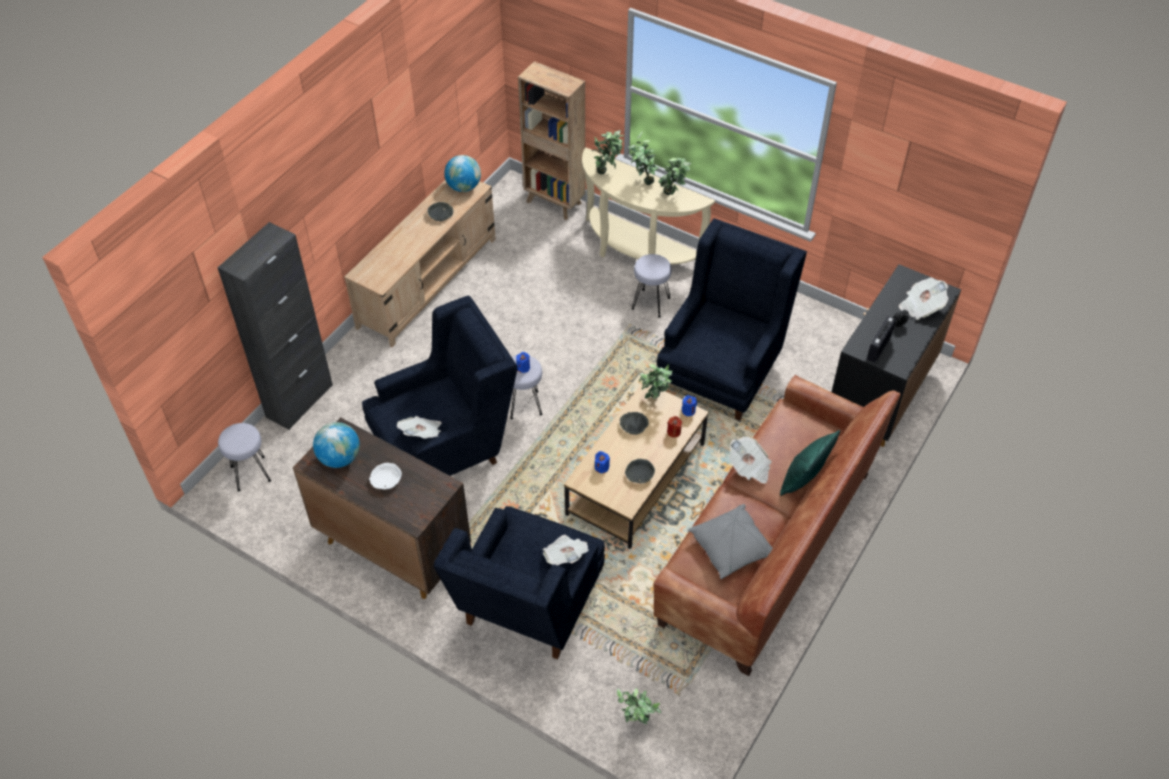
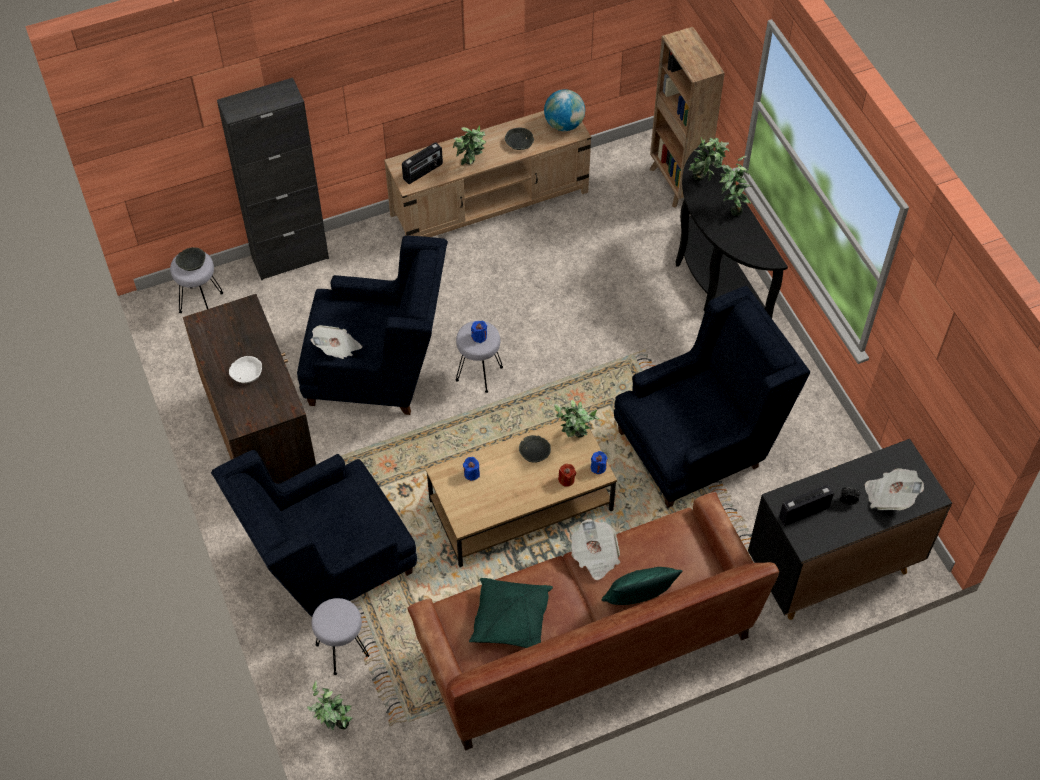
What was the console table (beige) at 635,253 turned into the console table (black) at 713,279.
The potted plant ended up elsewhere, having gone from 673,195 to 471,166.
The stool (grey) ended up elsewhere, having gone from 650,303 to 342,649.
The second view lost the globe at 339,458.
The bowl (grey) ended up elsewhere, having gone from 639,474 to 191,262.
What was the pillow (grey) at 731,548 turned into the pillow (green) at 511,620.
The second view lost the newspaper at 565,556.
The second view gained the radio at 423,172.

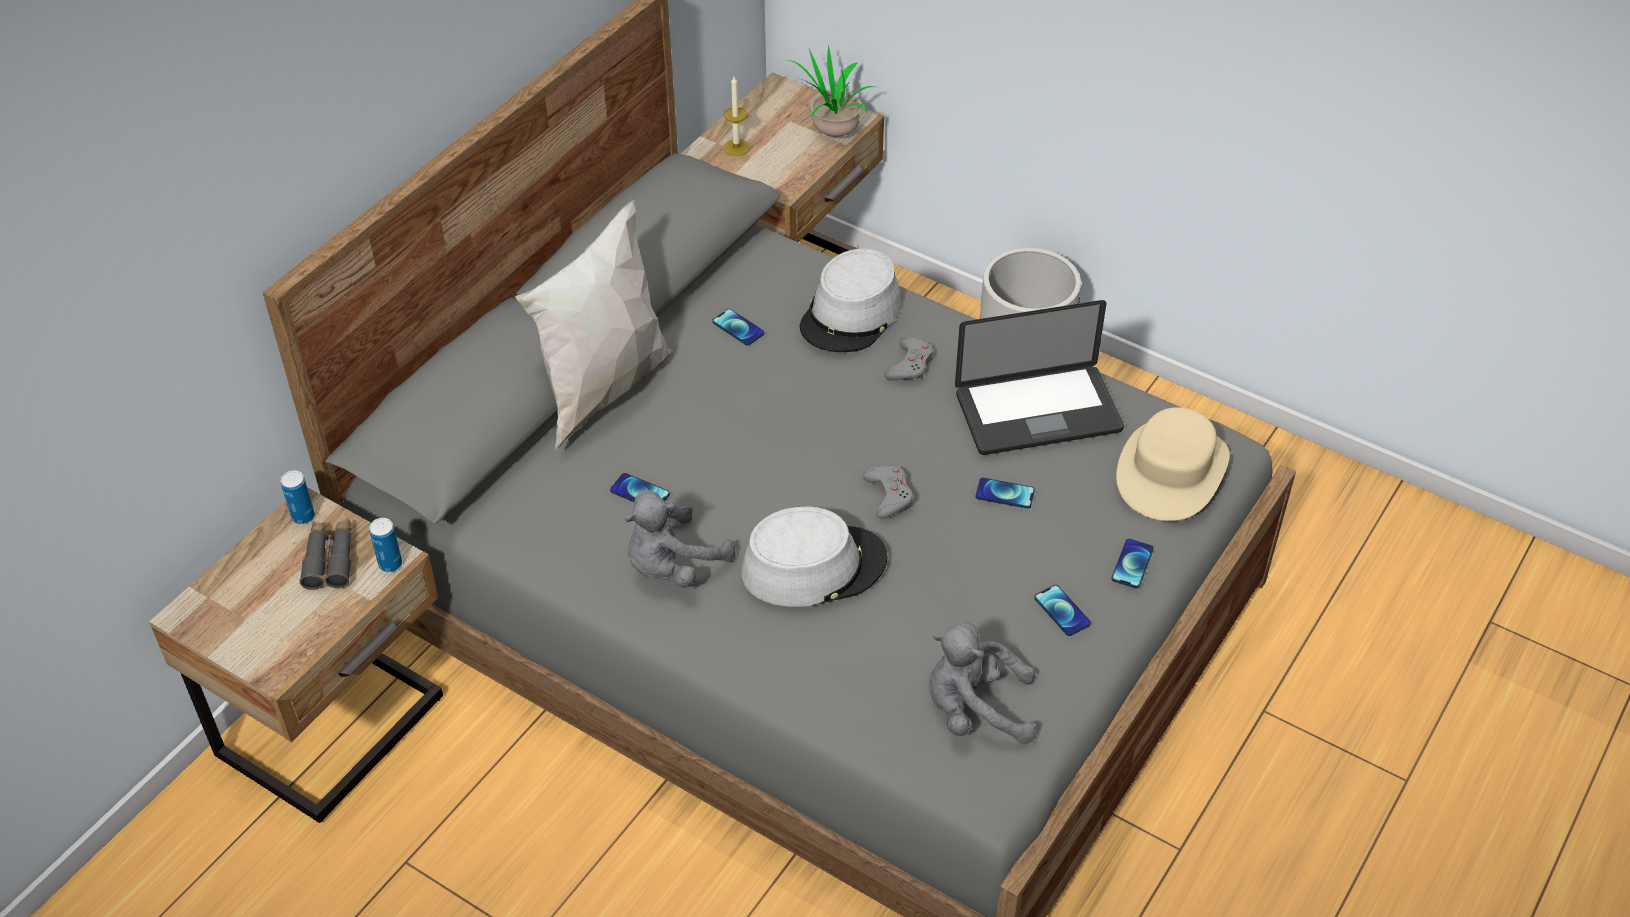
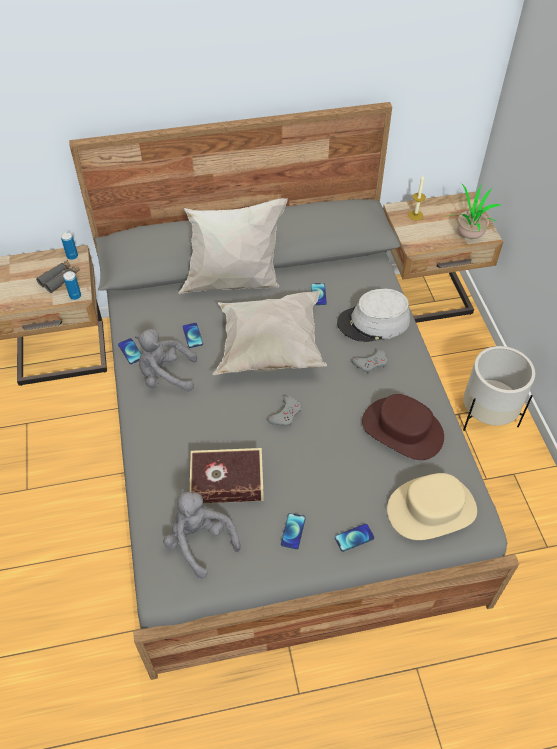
Where the laptop stood at 1038,412, the hat (brown) came to stand at 402,429.
The phone ended up elsewhere, having gone from 1004,494 to 130,351.
The second view lost the hat (grey) at 813,566.
The second view gained the pillow (white) at 269,350.
The second view gained the book at 227,481.

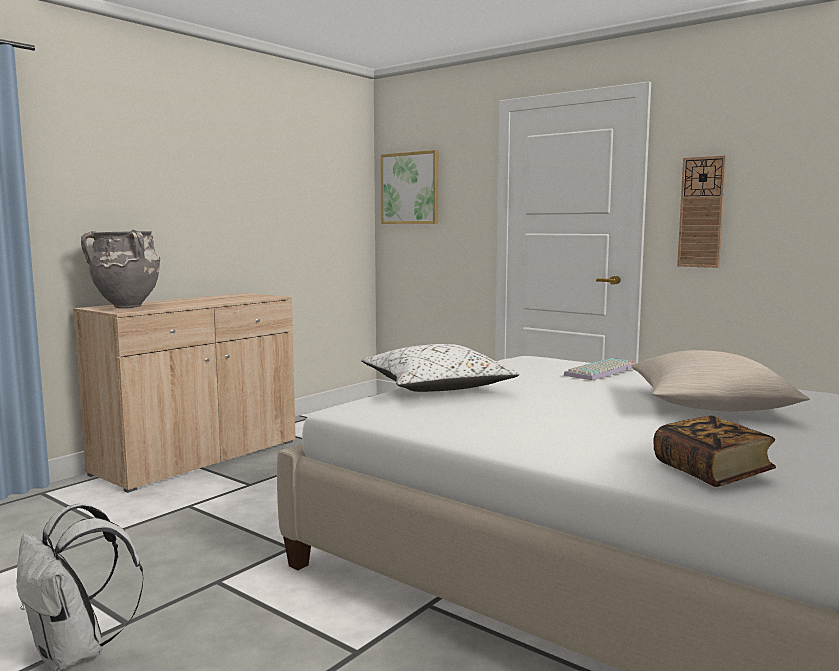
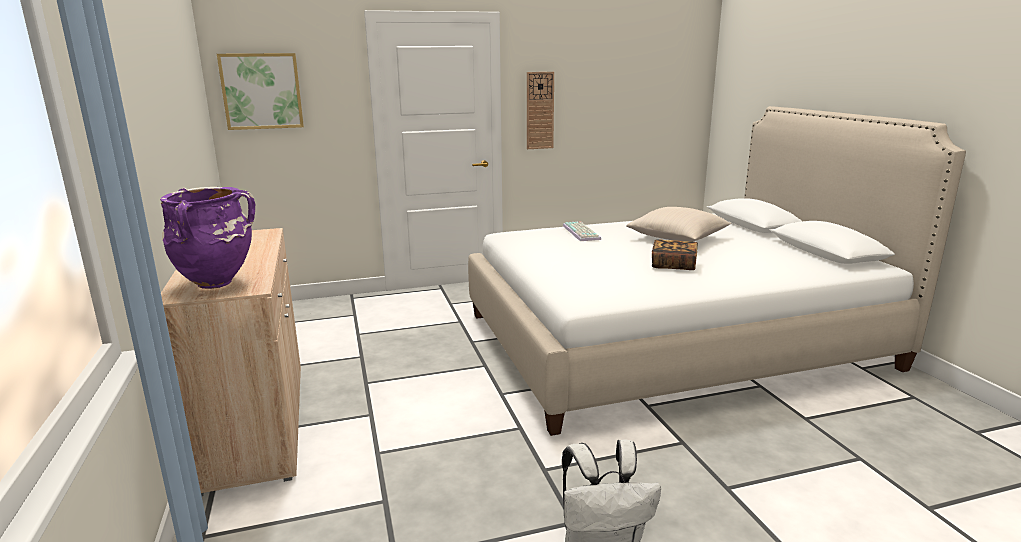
What was the vase (grey) at 127,307 turned into the vase (purple) at 217,284.
The second view lost the pillow (white) at 437,388.
The book ended up elsewhere, having gone from 711,472 to 673,265.

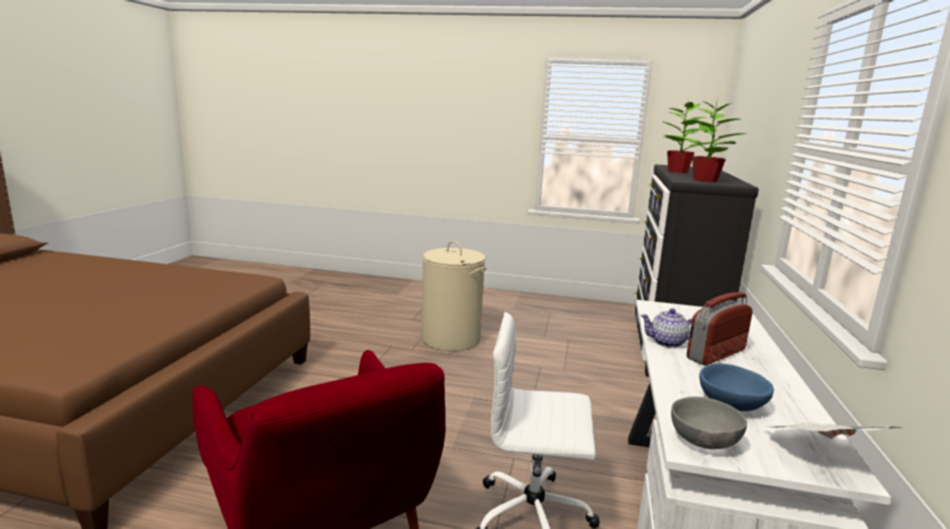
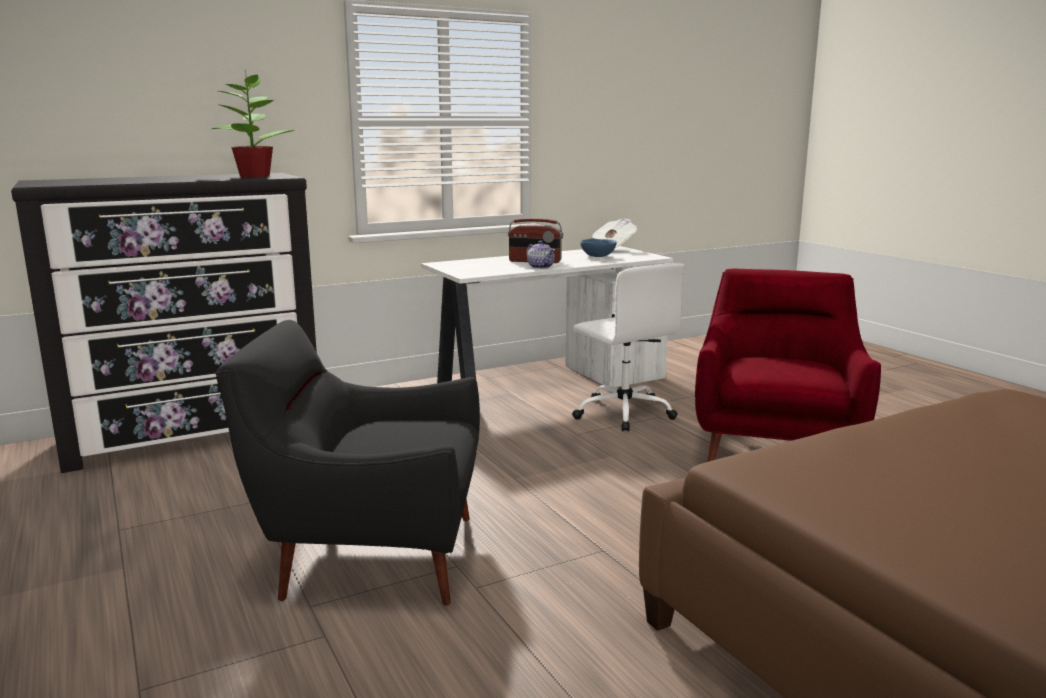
The second view lost the potted plant at 678,171.
Where the laundry basket (beige) stood at 451,339, the armchair (black) came to stand at 370,556.
The second view lost the bowl (grey) at 703,443.

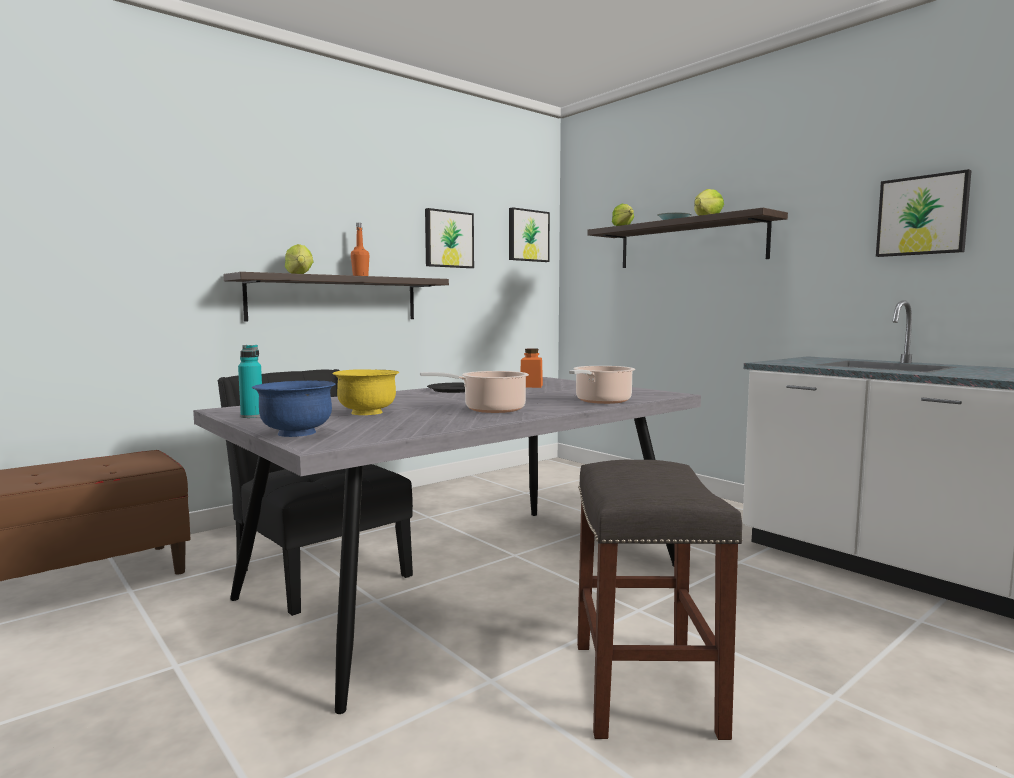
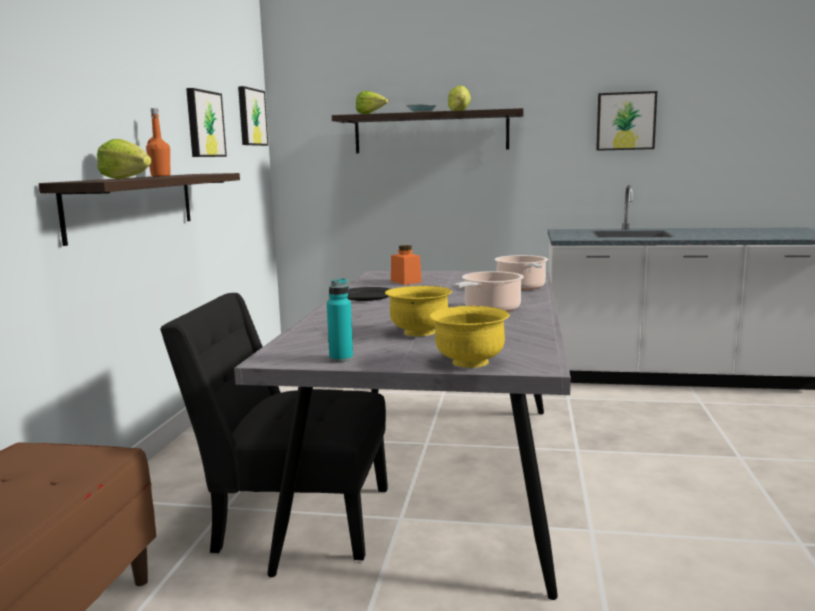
What was the bowl (blue) at 296,433 turned into the bowl (yellow) at 469,362.
The second view lost the stool (grey) at 646,689.

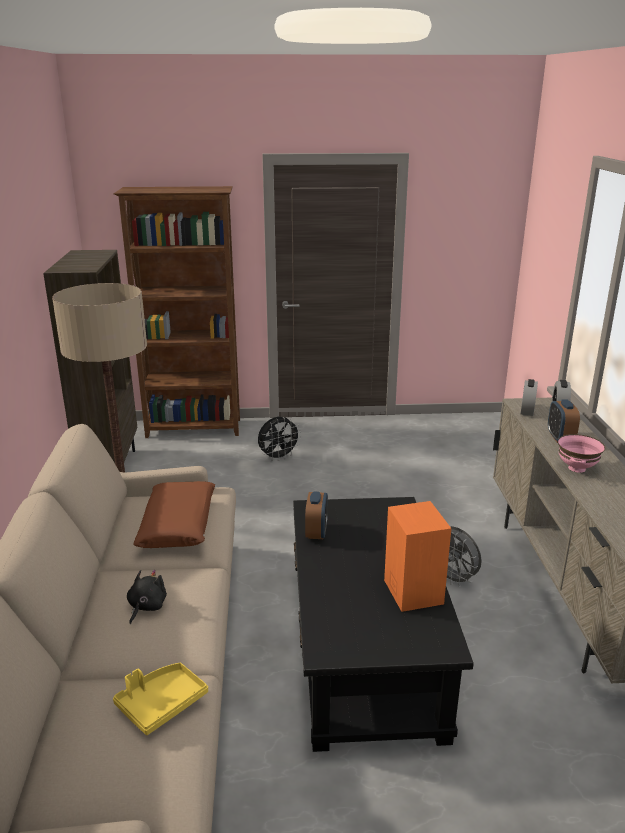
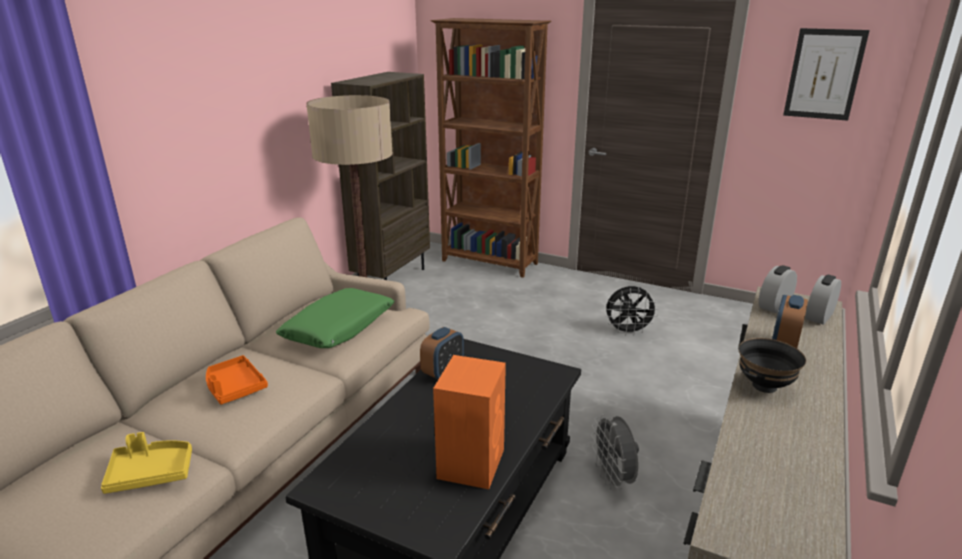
The fan (black) ended up elsewhere, having gone from 278,457 to 628,331.
What was the bowl (pink) at 577,468 turned into the bowl (black) at 765,386.
What was the pillow (brown) at 178,524 turned into the pillow (green) at 339,328.
Where the plush toy (black) stood at 146,607, the tray (orange) came to stand at 234,387.
The second view gained the picture at 824,74.

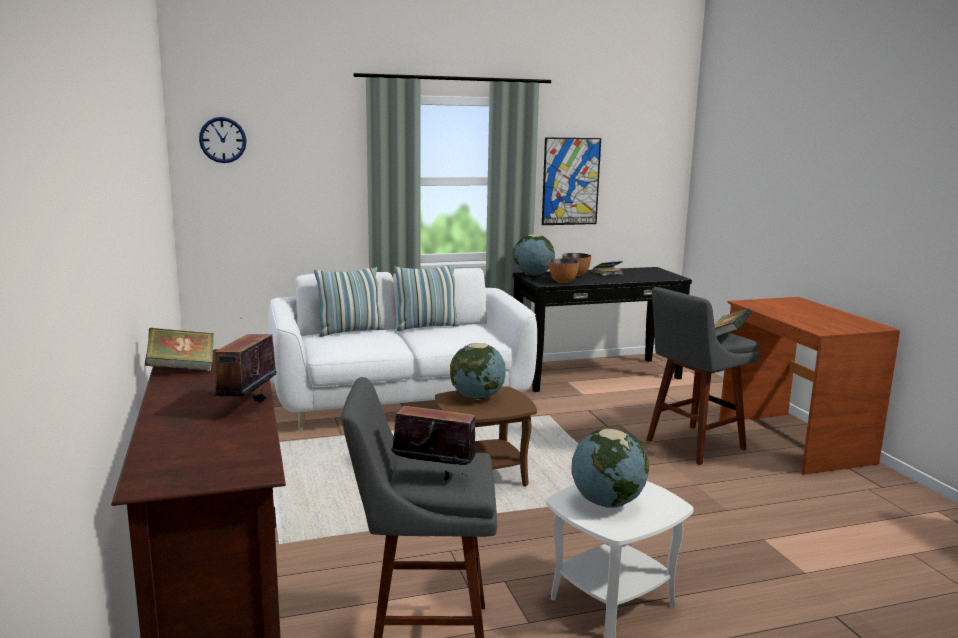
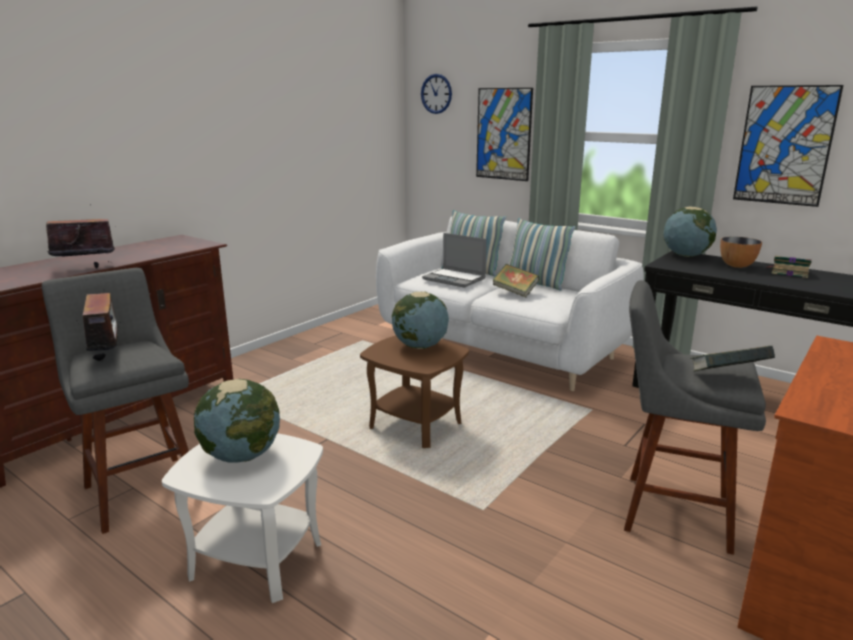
The second view lost the bowl at 562,281.
The book ended up elsewhere, having gone from 182,369 to 515,292.
The second view gained the picture at 503,134.
The second view gained the laptop at 455,279.

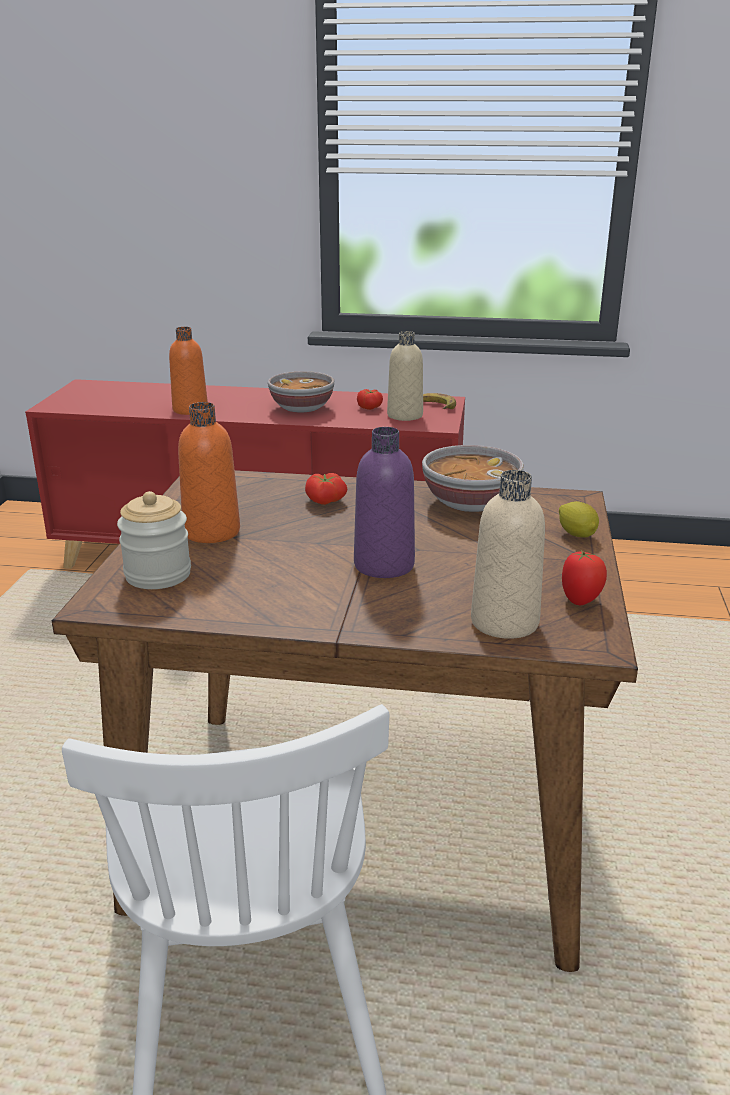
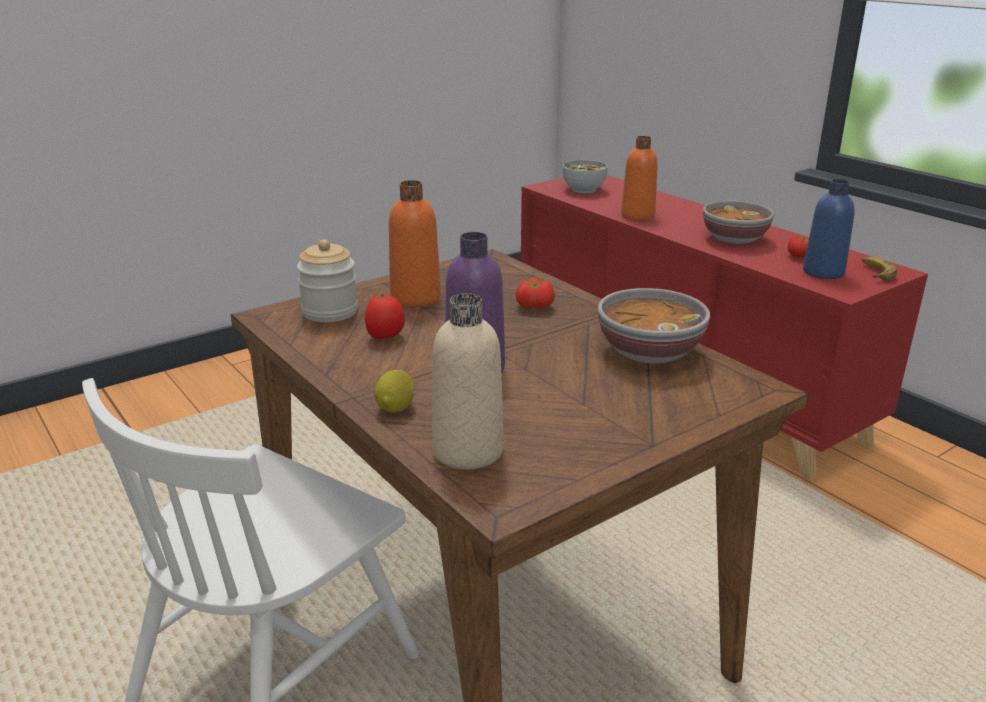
What was the bottle (beige) at 405,415 turned into the bottle (blue) at 823,272.
The lemon ended up elsewhere, having gone from 577,534 to 396,407.
The tomato ended up elsewhere, having gone from 581,600 to 385,337.
The second view gained the bowl at 584,190.

